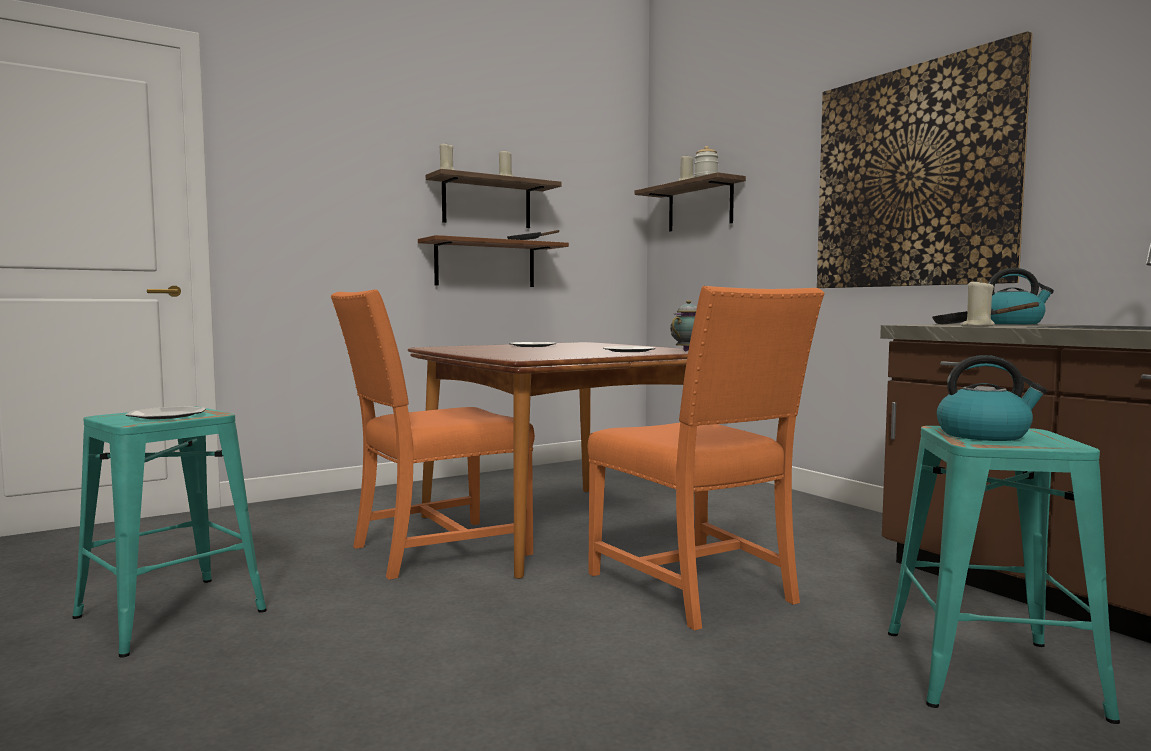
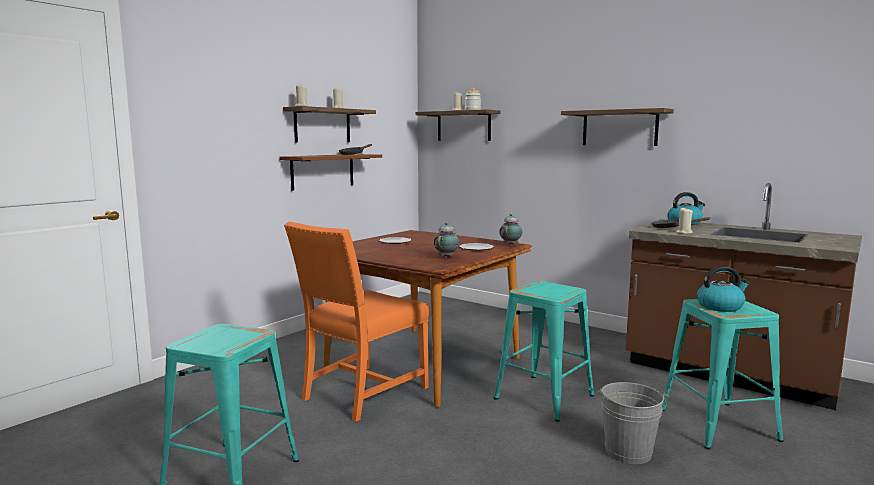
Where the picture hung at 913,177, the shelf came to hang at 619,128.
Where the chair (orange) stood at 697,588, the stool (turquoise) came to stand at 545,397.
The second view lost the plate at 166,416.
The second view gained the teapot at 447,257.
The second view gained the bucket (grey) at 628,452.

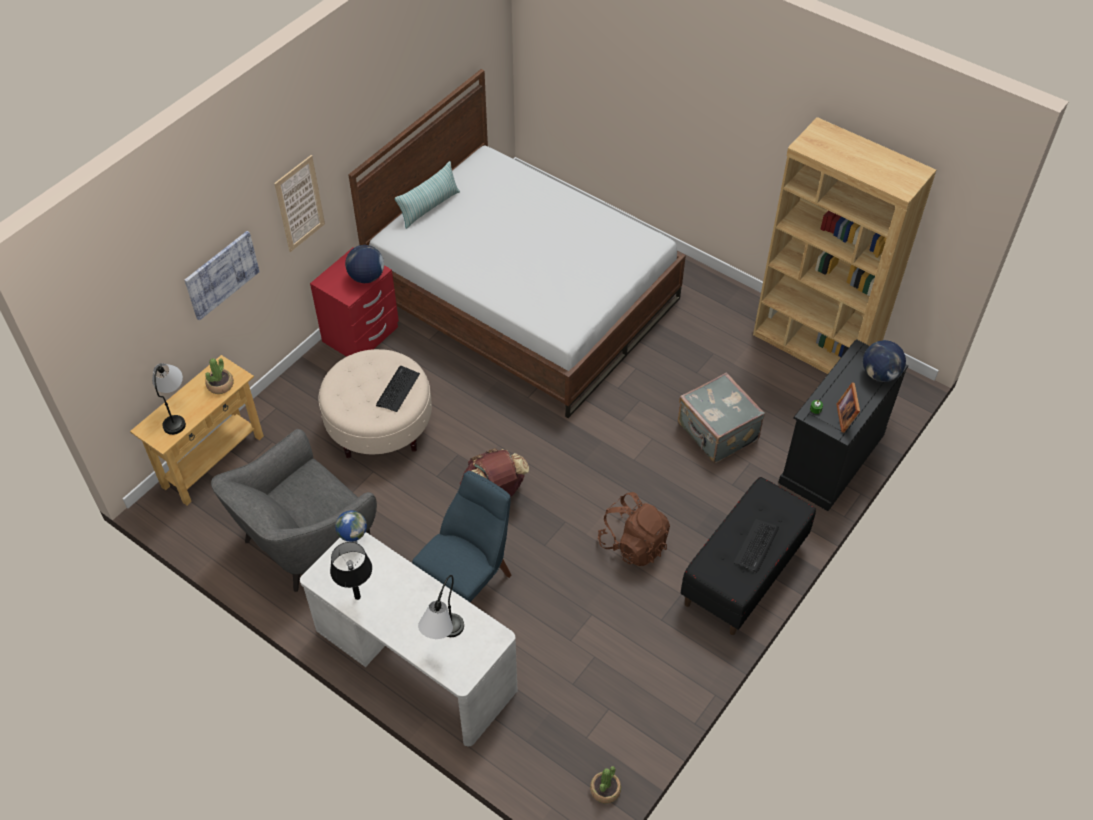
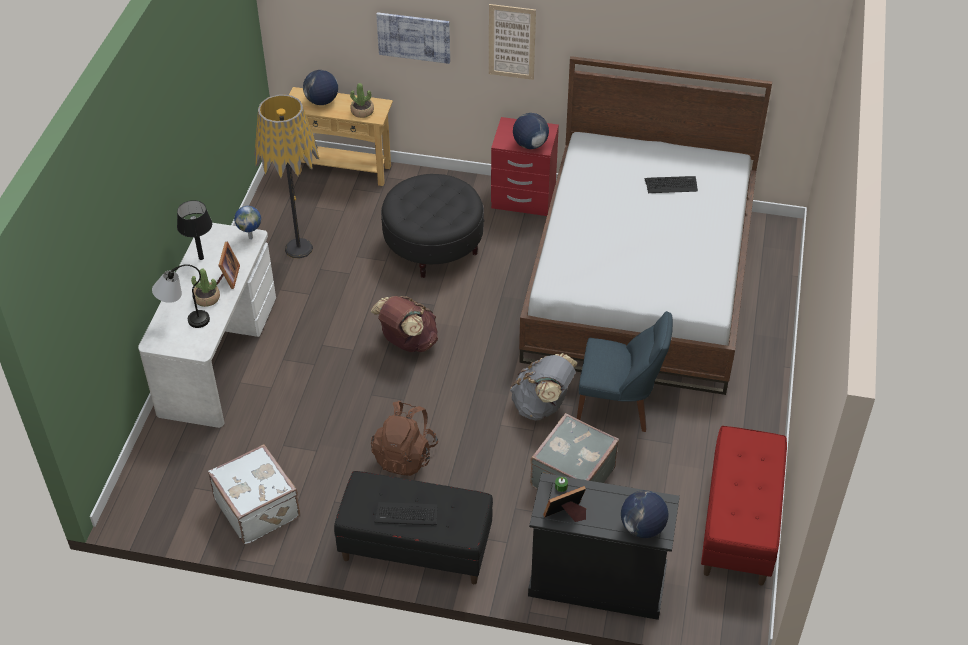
Where the bookcase (brown) stood at 814,347, the bench (red) came to stand at 739,525.
The second view lost the pillow at 429,207.
What was the ottoman (beige) at 379,426 turned into the ottoman (black) at 433,246.
Where the table lamp stood at 176,413, the globe came to stand at 322,101.
The keyboard ended up elsewhere, having gone from 398,389 to 671,185.
Where the armchair (grey) stood at 305,539, the floor lamp came to stand at 298,248.
The chair (blue) ended up elsewhere, having gone from 469,583 to 618,406.
The potted plant ended up elsewhere, having gone from 605,790 to 206,298.
The second view gained the picture frame at 228,278.
The second view gained the backpack (grey) at 542,405.
The second view gained the suitcase (white) at 258,508.

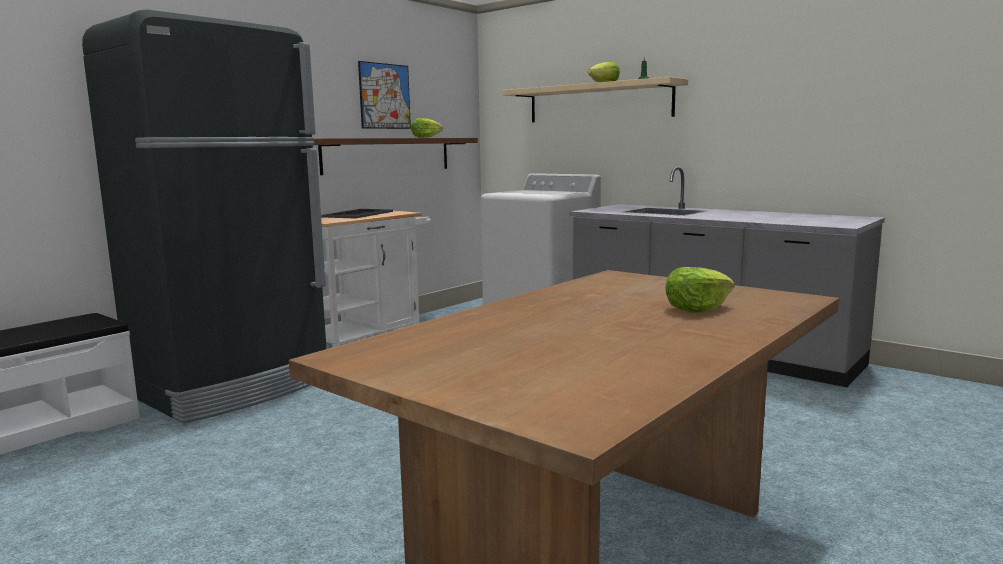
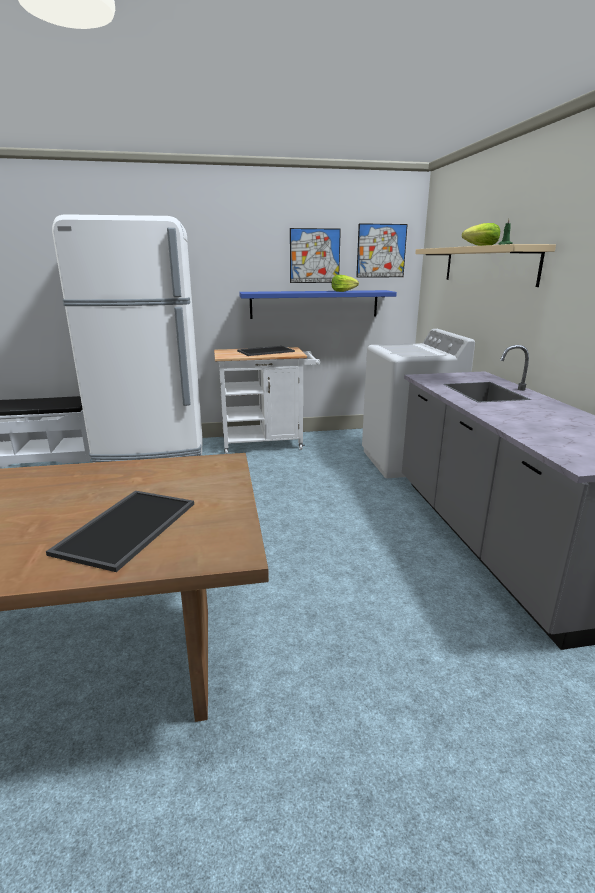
What was the fridge (black) at 235,387 turned into the fridge (white) at 153,455.
What was the shelf (brown) at 388,155 turned into the shelf (blue) at 314,304.
Where the lettuce stood at 697,309, the tray came to stand at 126,526.
The second view gained the picture at 381,251.

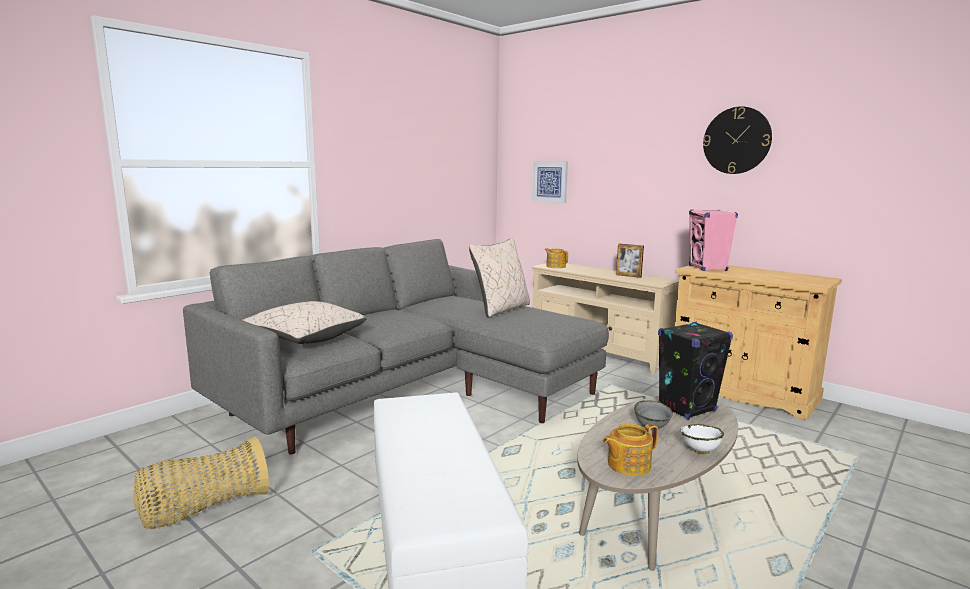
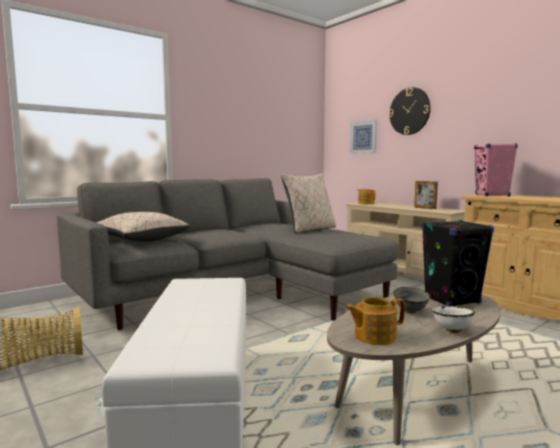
The wall clock ended up elsewhere, having gone from 736,140 to 409,111.

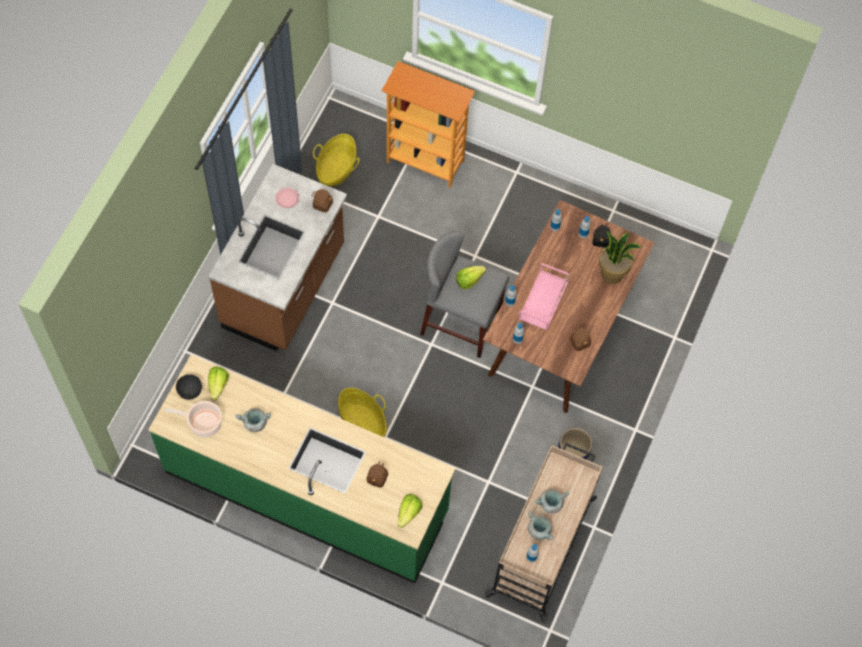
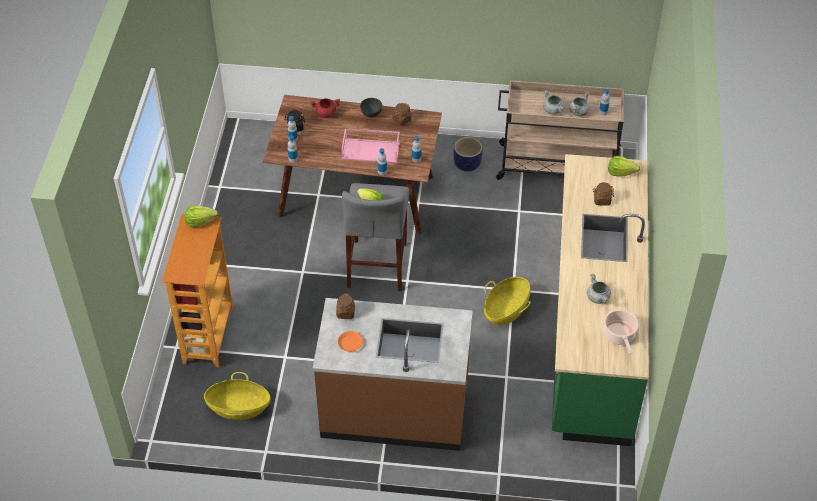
What was the plate (pink) at 287,199 turned into the plate (orange) at 350,343.
Where the potted plant stood at 612,273, the cooking pot (red) came to stand at 325,113.
The lettuce ended up elsewhere, having gone from 218,385 to 200,222.
The bowl (grey) ended up elsewhere, having gone from 190,391 to 371,114.

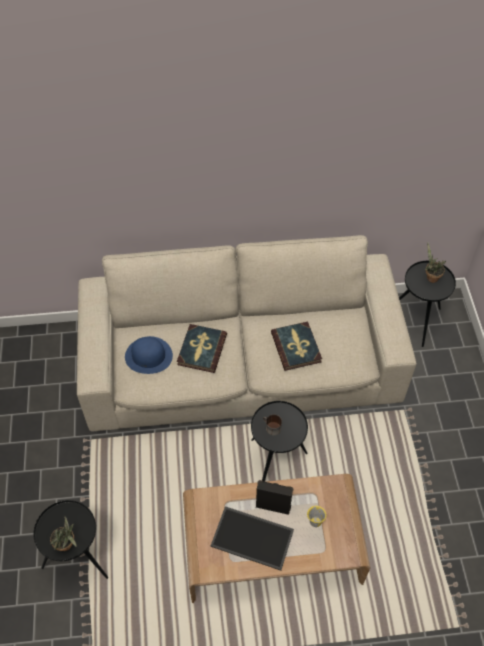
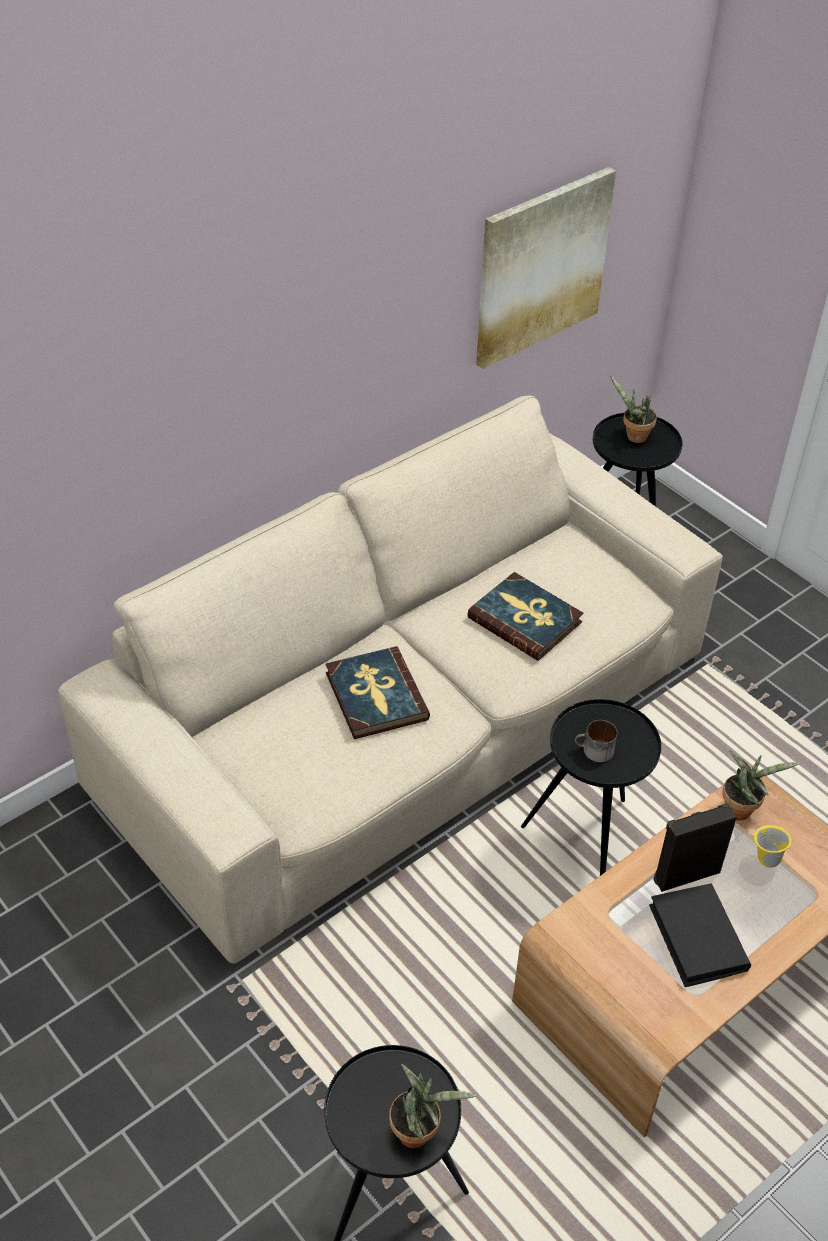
The second view lost the hat (blue) at 149,356.
Where the tray stood at 253,537, the book (black) came to stand at 698,938.
The second view gained the picture at 541,266.
The second view gained the potted plant at 741,809.

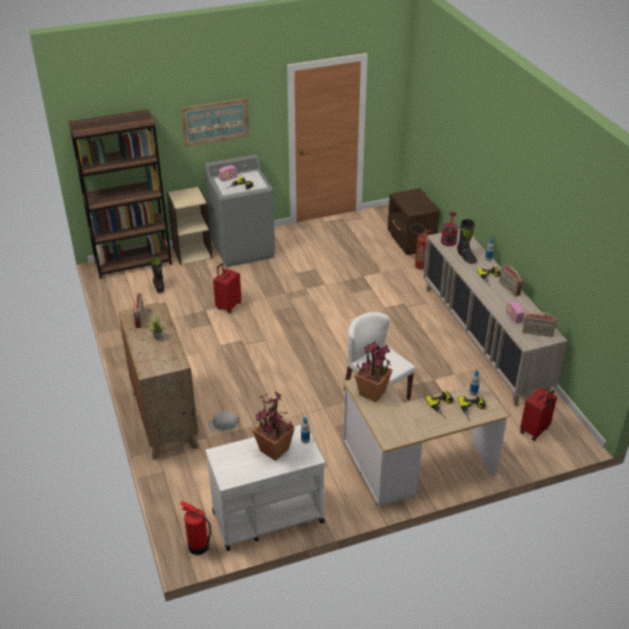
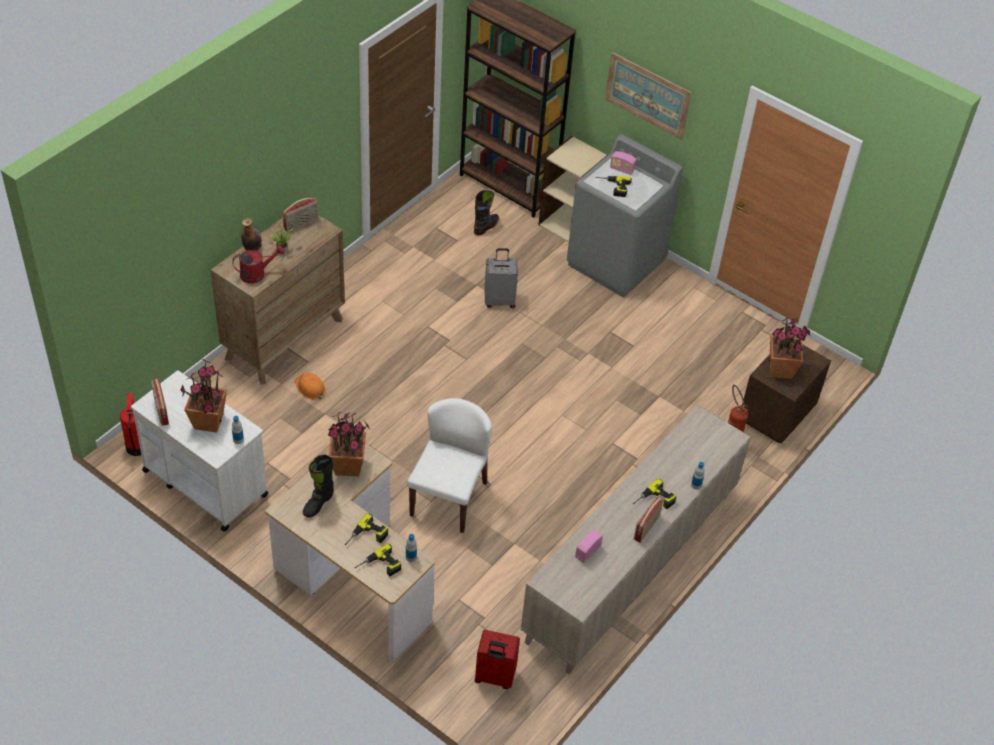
The watering can (red) ended up elsewhere, having gone from 448,239 to 257,274.
The boot (black) ended up elsewhere, having gone from 466,257 to 318,503.
What was the suitcase (red) at 228,306 turned into the suitcase (grey) at 499,300.
The radio ended up elsewhere, having gone from 537,333 to 161,411.
What was the hard hat (white) at 224,423 turned into the hard hat (orange) at 310,388.
The second view gained the bottle at 252,248.
The second view gained the potted plant at 780,369.

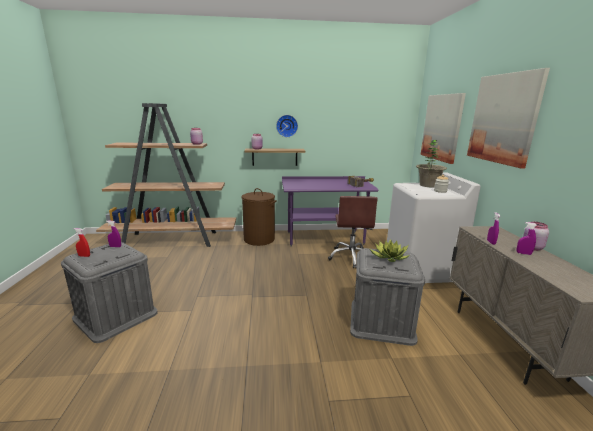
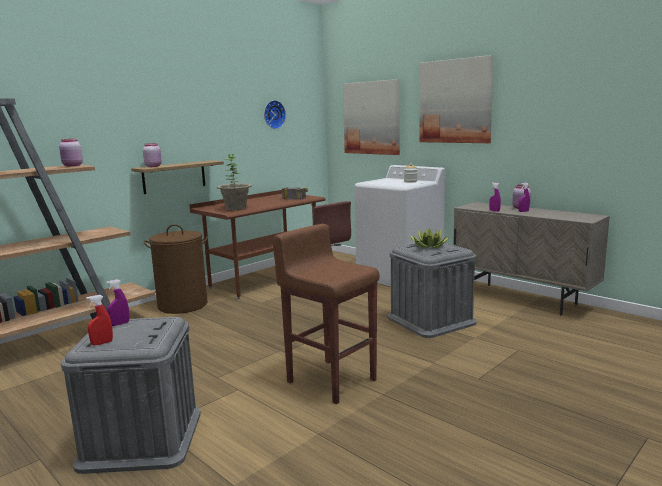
The wall clock ended up elsewhere, having gone from 286,126 to 273,114.
The potted plant ended up elsewhere, having gone from 428,185 to 235,208.
What was the desk (purple) at 324,238 turned into the desk (brown) at 265,280.
The second view gained the stool (brown) at 331,380.

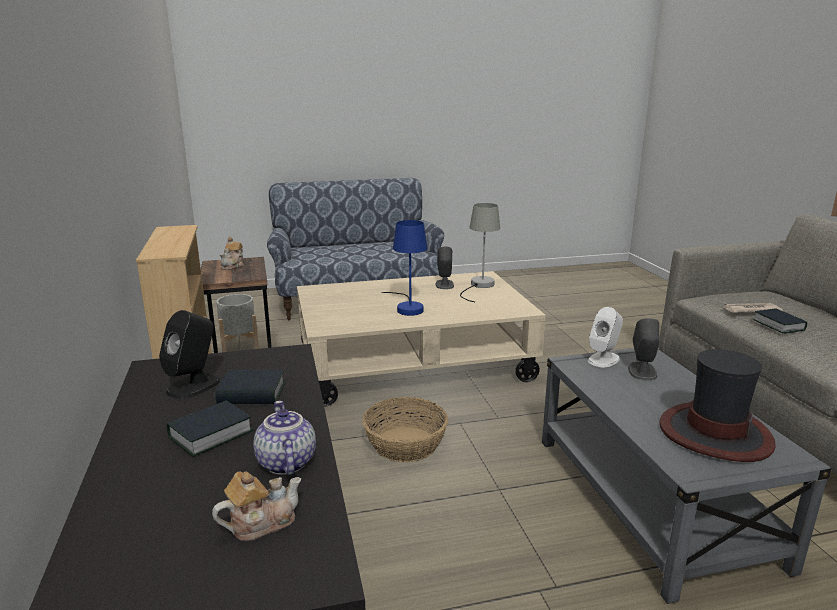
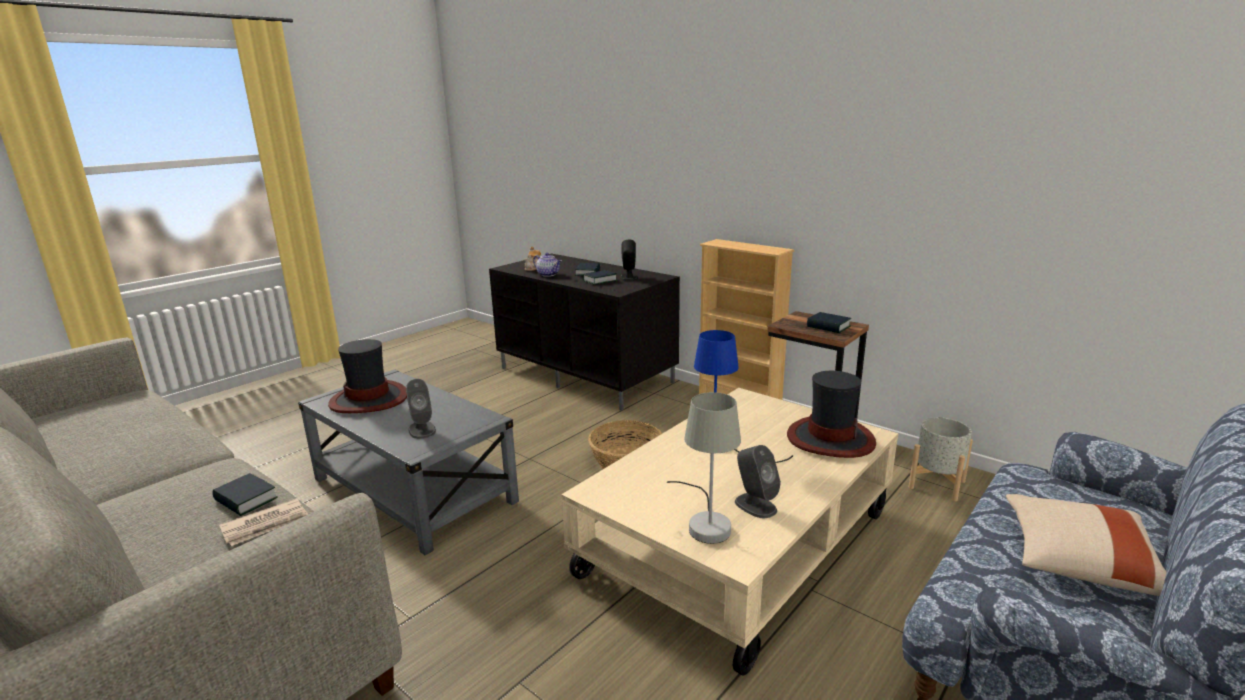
Where the teapot stood at 233,266, the book came to stand at 828,327.
The second view lost the speaker (white) at 604,359.
The second view gained the hat at 830,439.
The second view gained the pillow (beige) at 1078,562.

